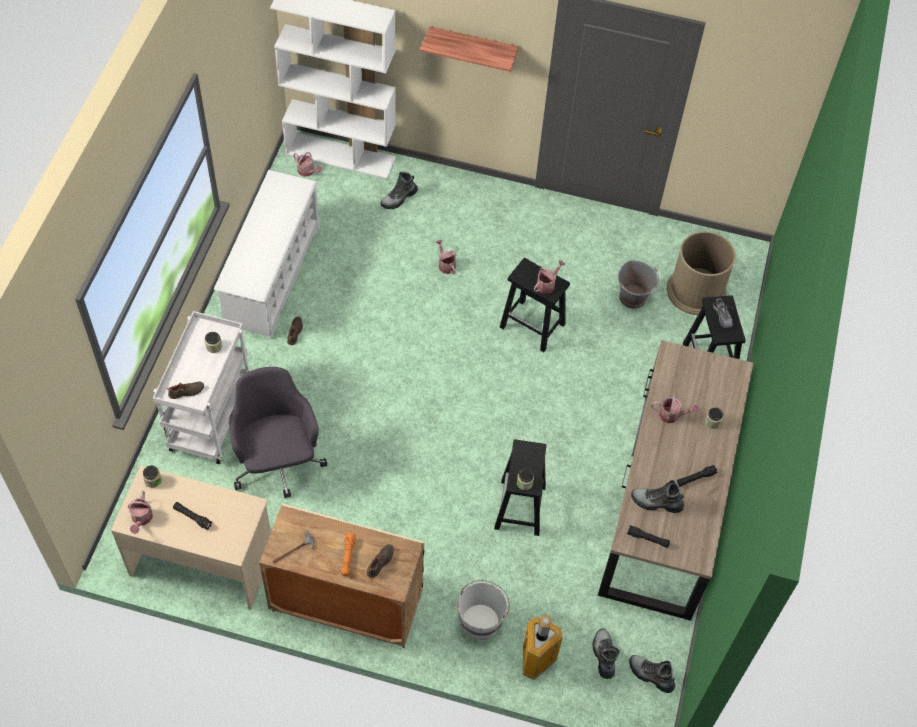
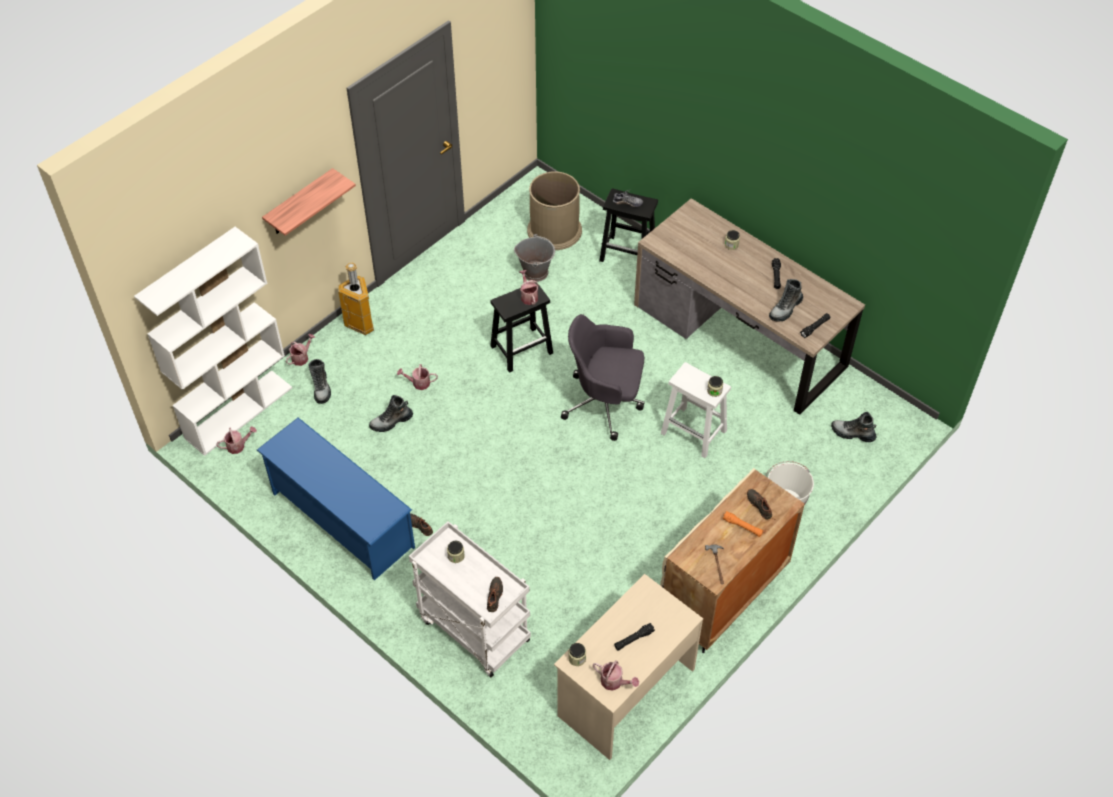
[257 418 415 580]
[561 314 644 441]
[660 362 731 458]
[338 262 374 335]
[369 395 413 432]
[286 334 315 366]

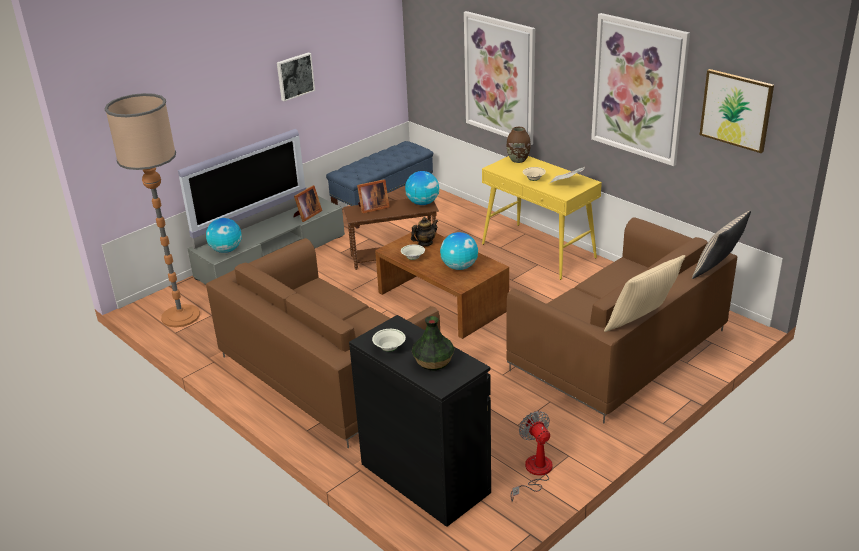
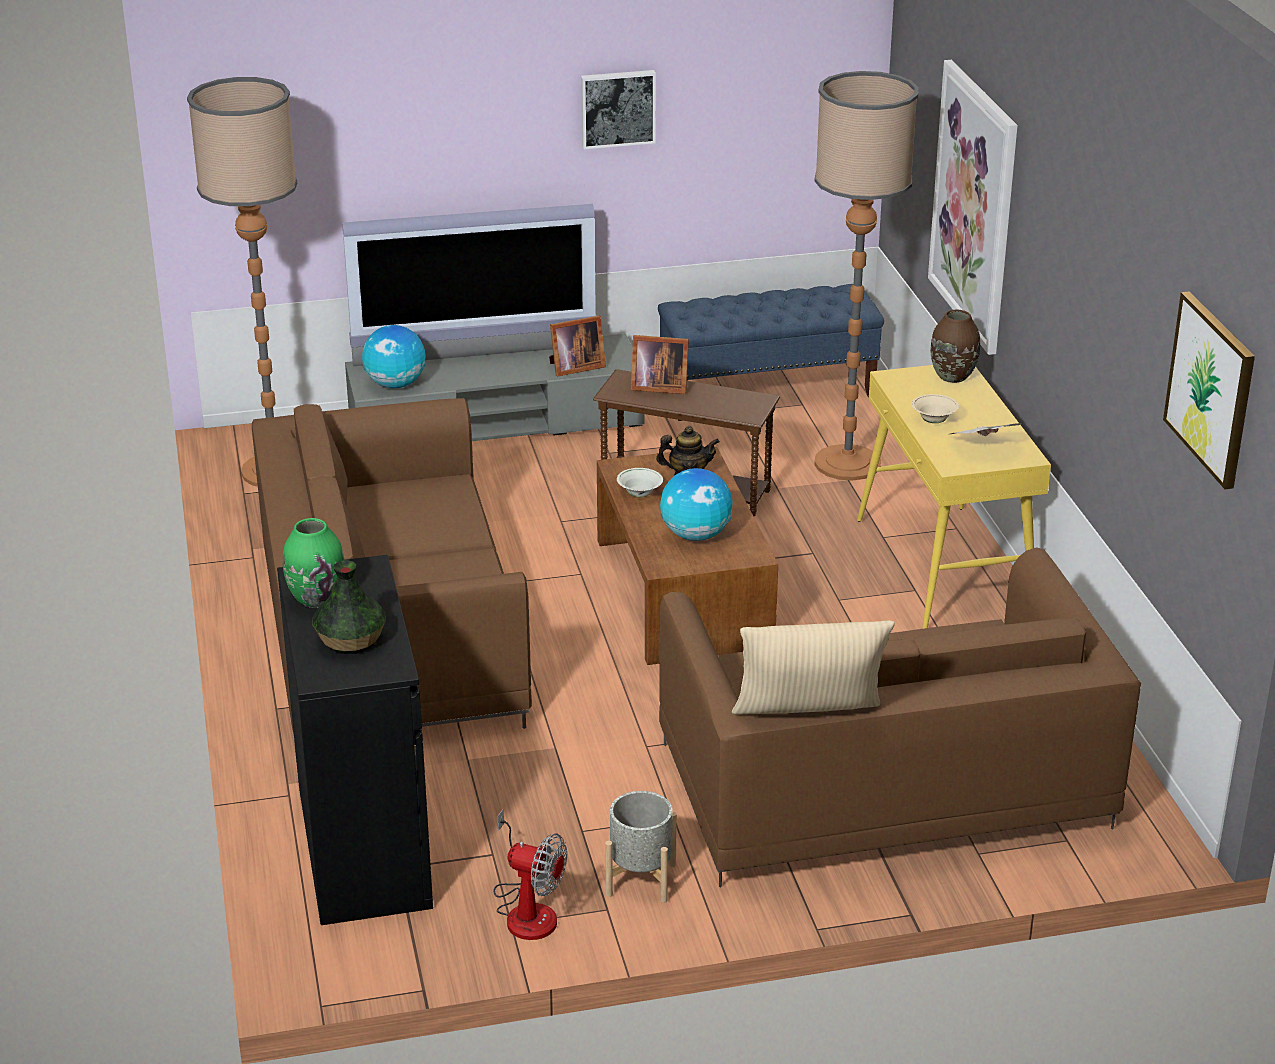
[283 518 344 608]
[405 171 439 205] (first image)
[493 809 567 940]
[591 13 690 166] (first image)
[692 211 751 279] (first image)
[605 791 677 903]
[814 71 919 481]

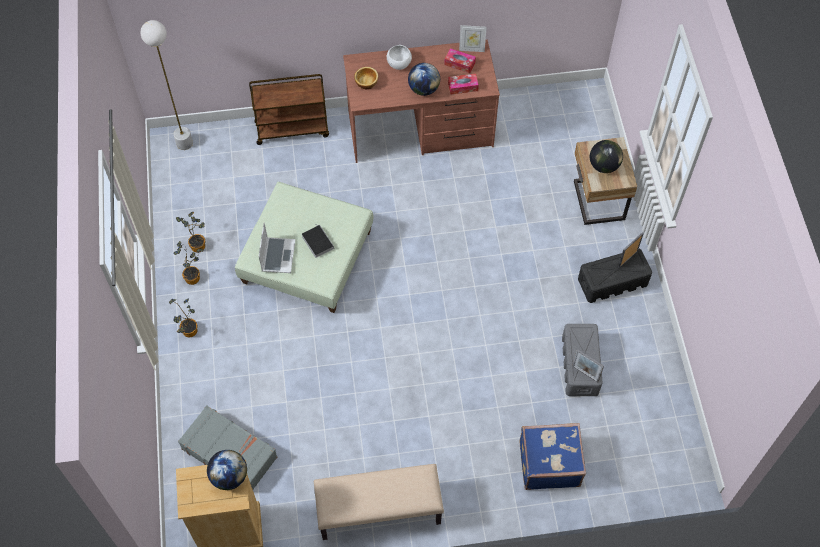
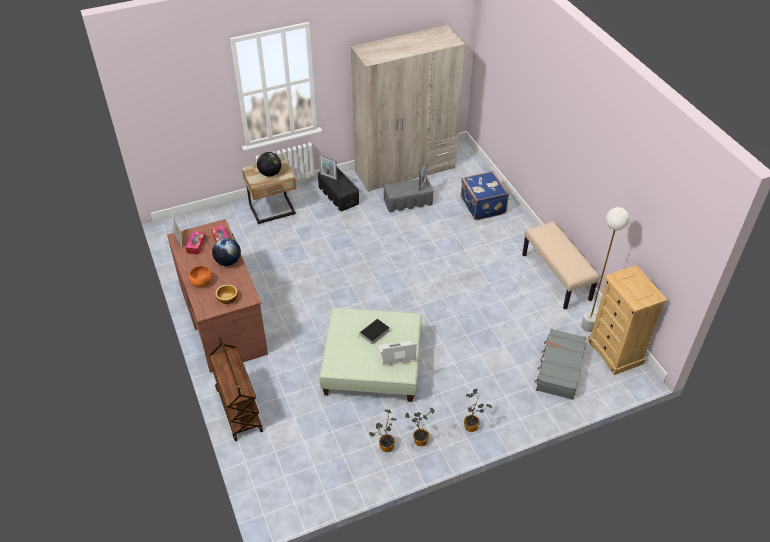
[581 207 630 332]
[207 450 247 490] (first image)
[188 266 212 287]
[351 25 465 192]

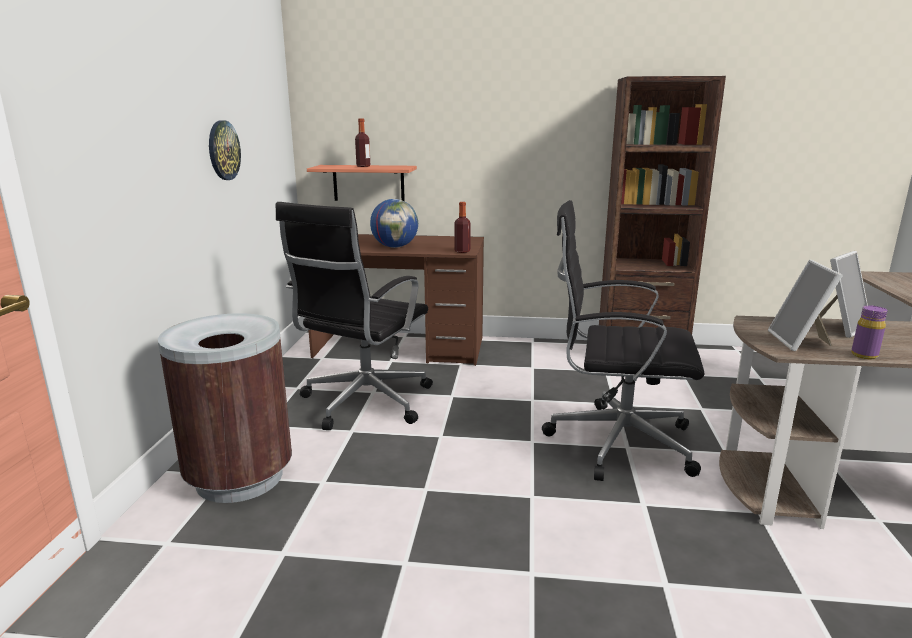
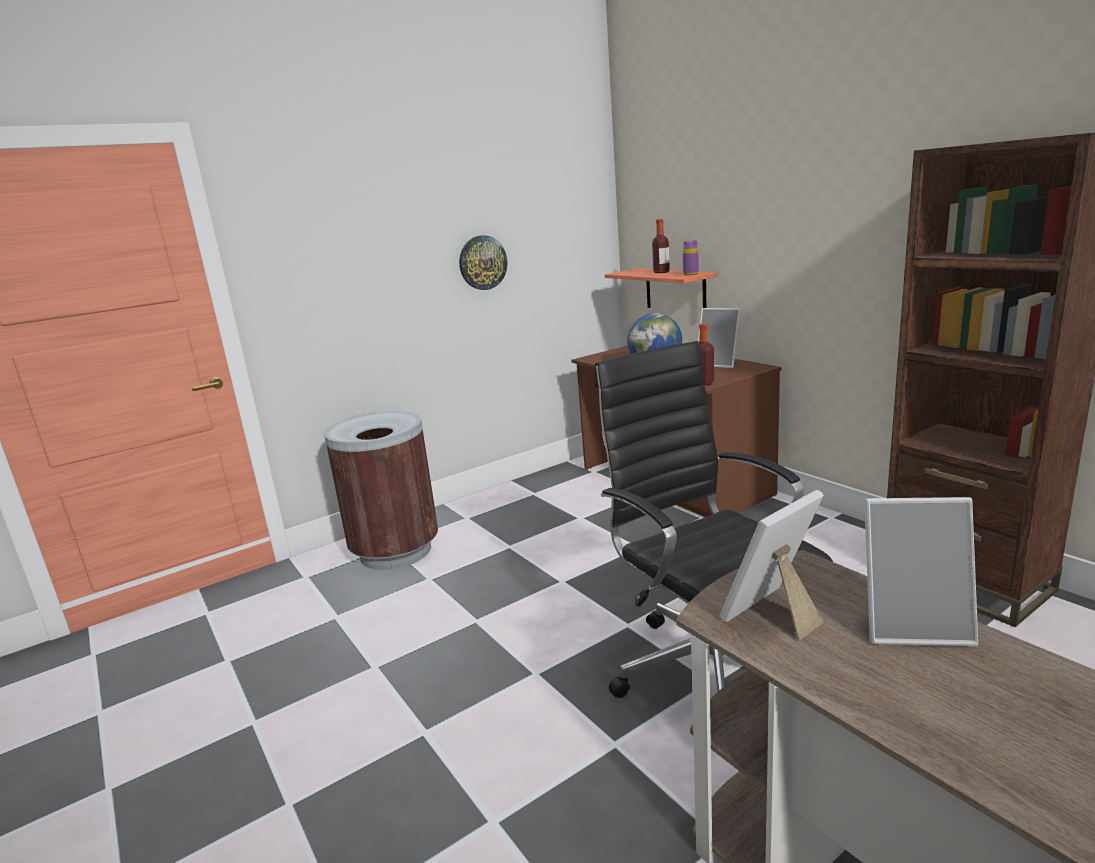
[276 202 433 430] (first image)
[683 241 699 276]
[698 308 741 368]

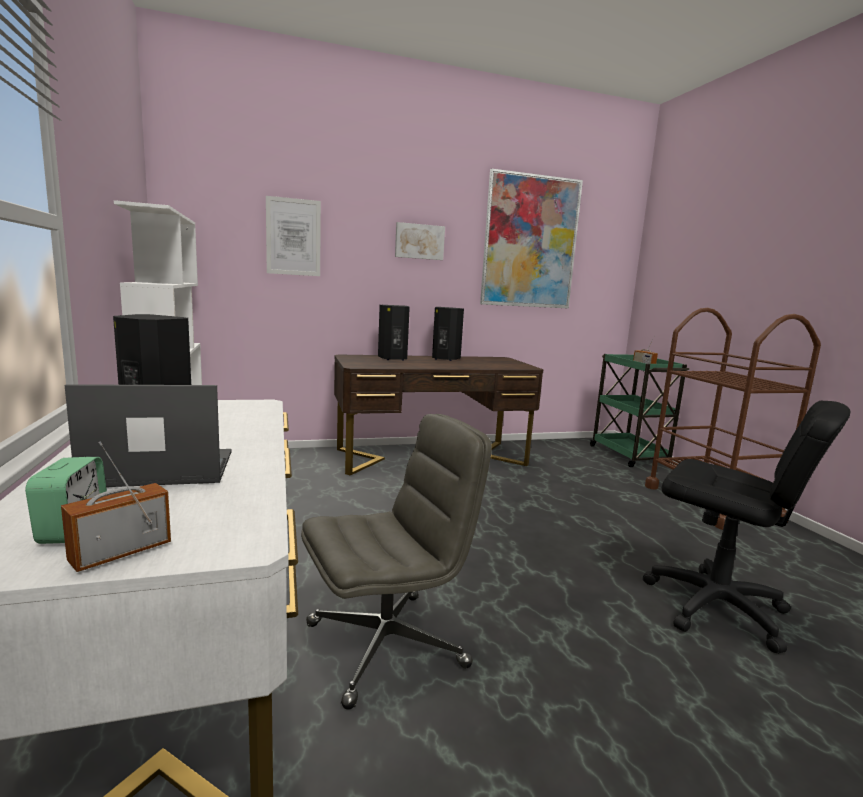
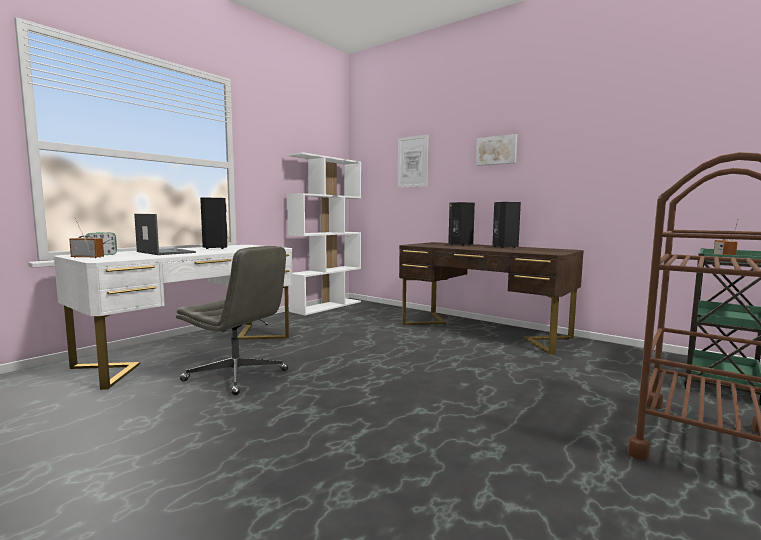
[480 168 583 309] (first image)
[643 401 851 654] (first image)

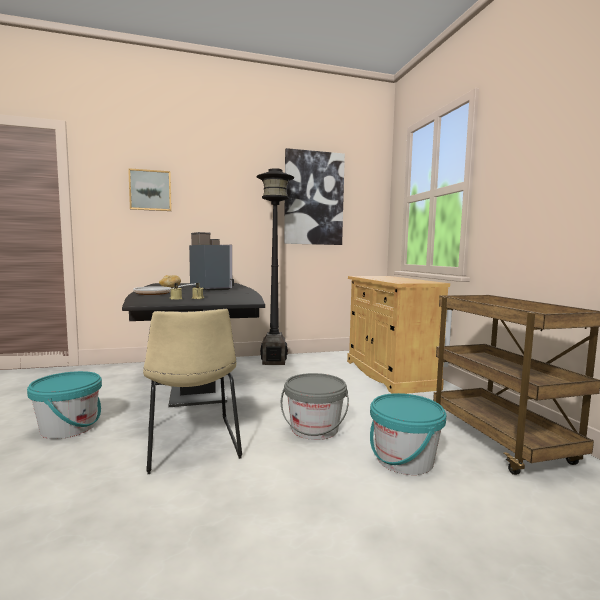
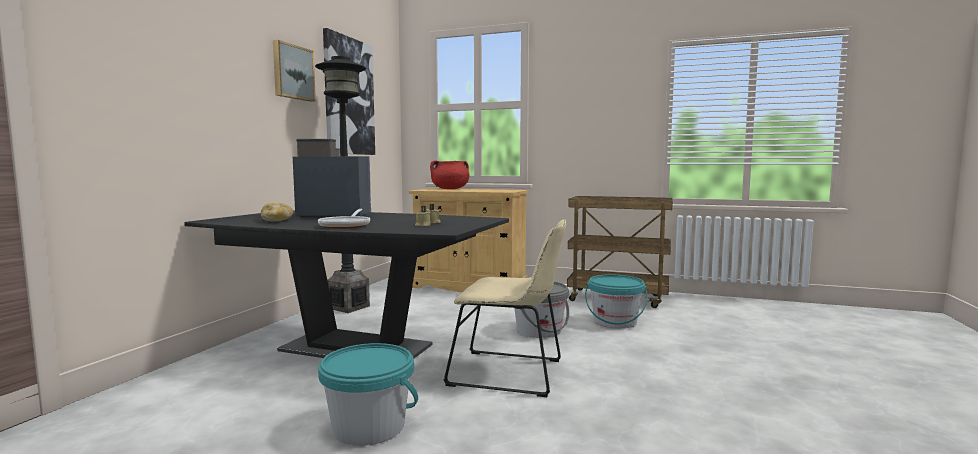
[273 40 316 102]
[430 161 469 189]

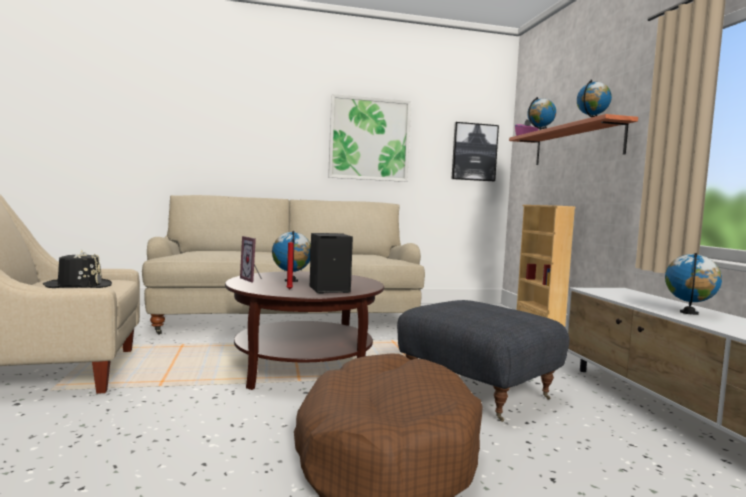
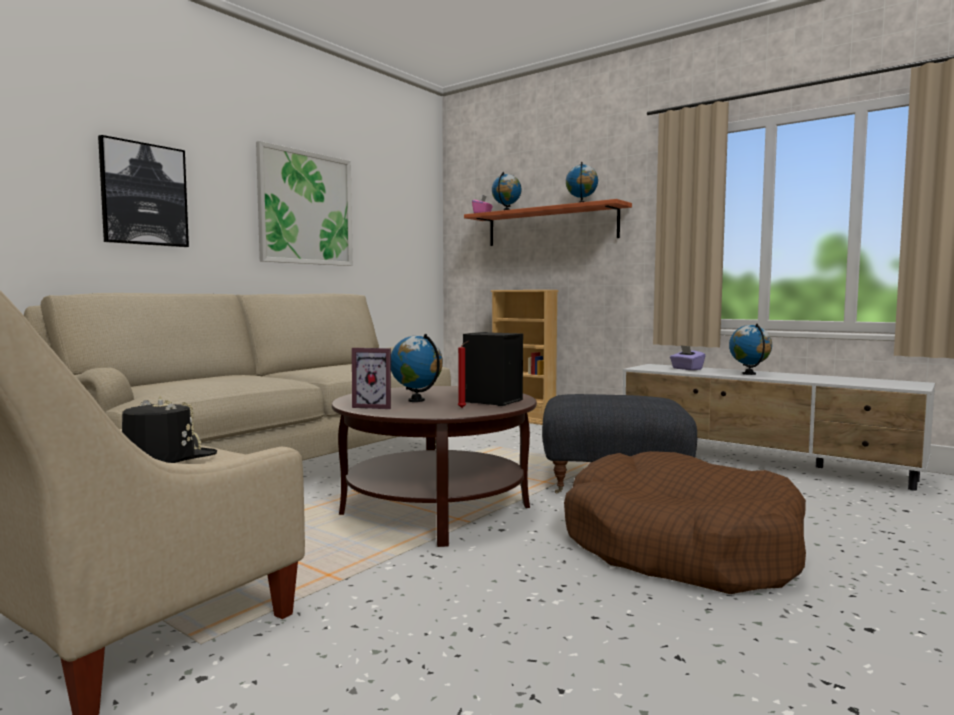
[98 135 189 247]
[670 345 706 370]

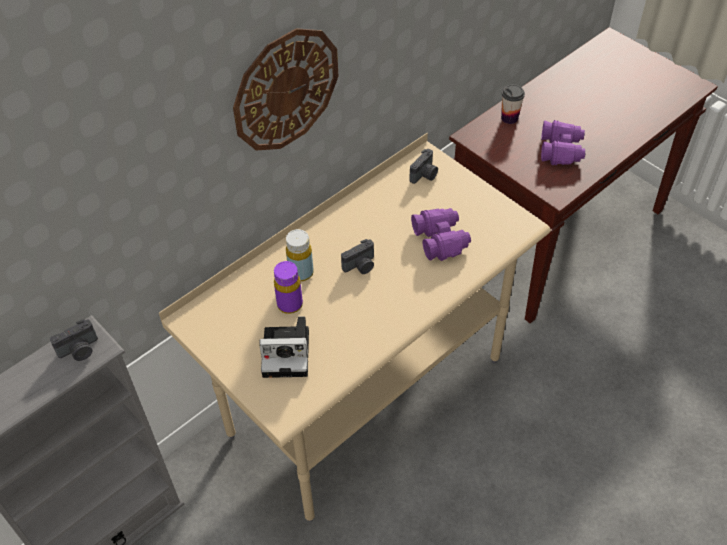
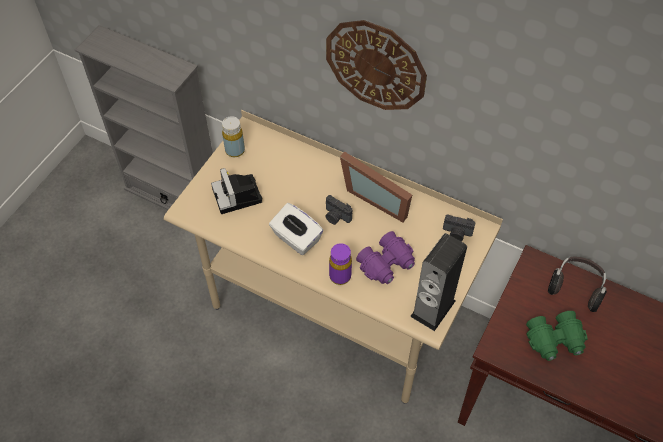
[50 319 98 361] (first image)
[329 243 352 285]
[222 116 245 157]
[548 257 607 312]
[526 311 588 361]
[269 203 323 255]
[340 151 412 222]
[410 233 467 331]

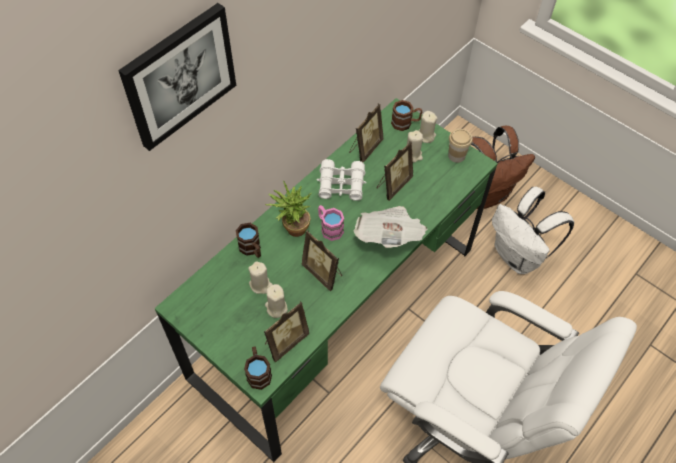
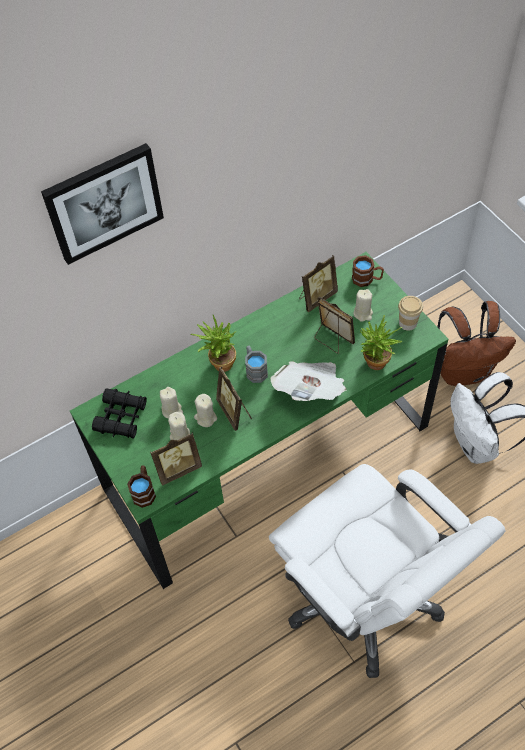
[236 223 261 258] (first image)
[317 159 367 201] (first image)
[245 346 268 383]
[314 296 355 354]
[194 394 217 427]
[92 388 147 439]
[360 315 403 370]

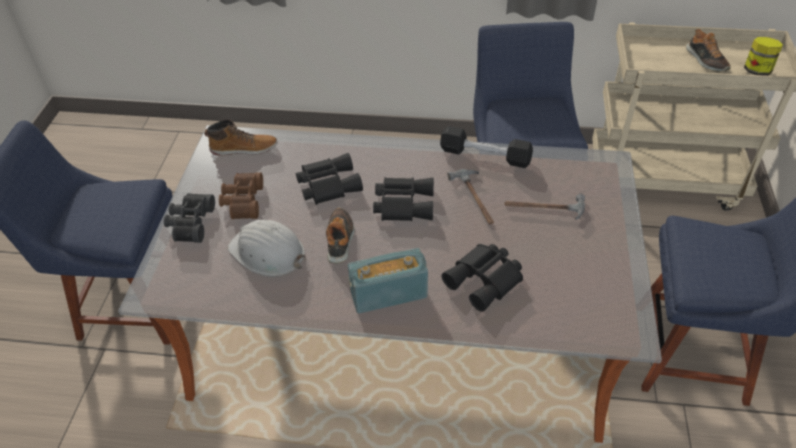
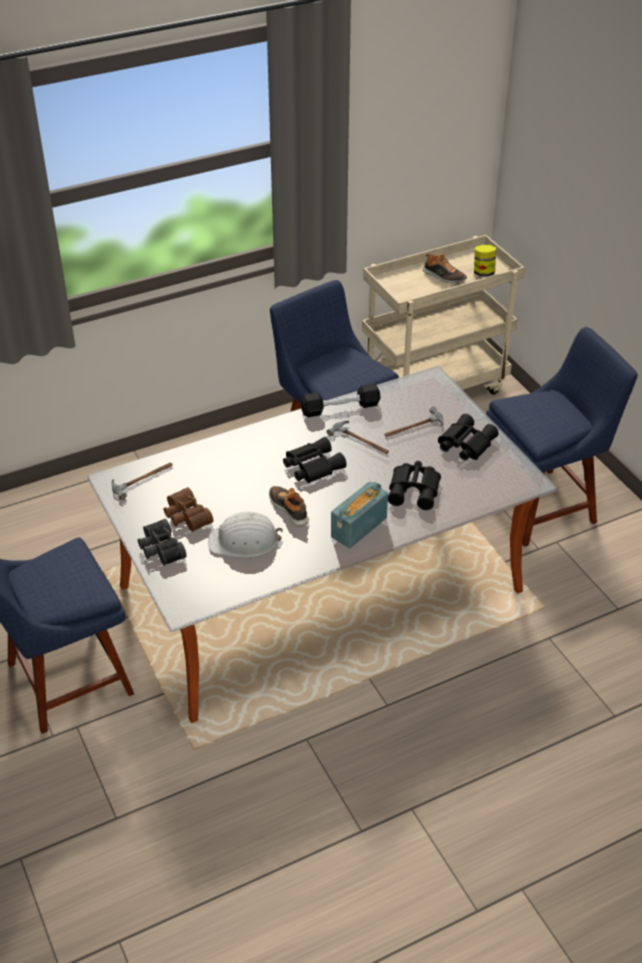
[112 462 173 500]
[438 414 499 460]

